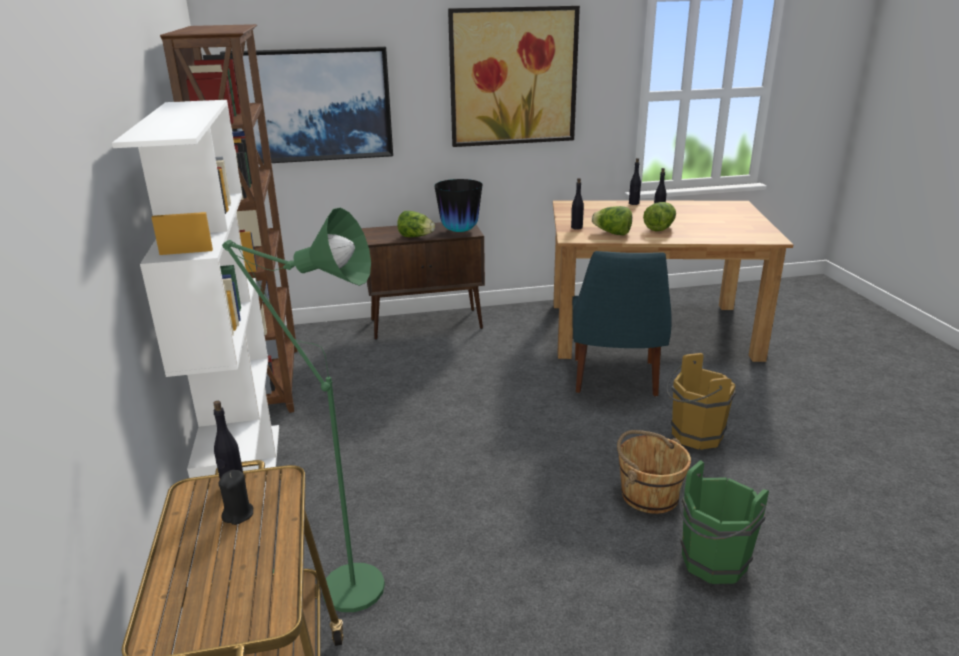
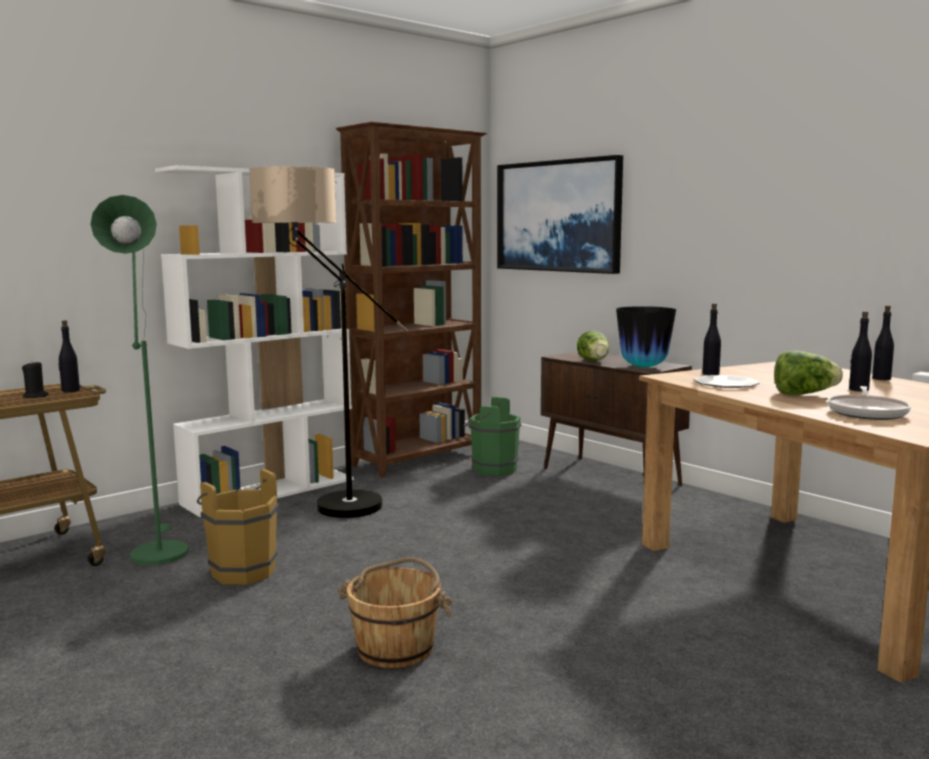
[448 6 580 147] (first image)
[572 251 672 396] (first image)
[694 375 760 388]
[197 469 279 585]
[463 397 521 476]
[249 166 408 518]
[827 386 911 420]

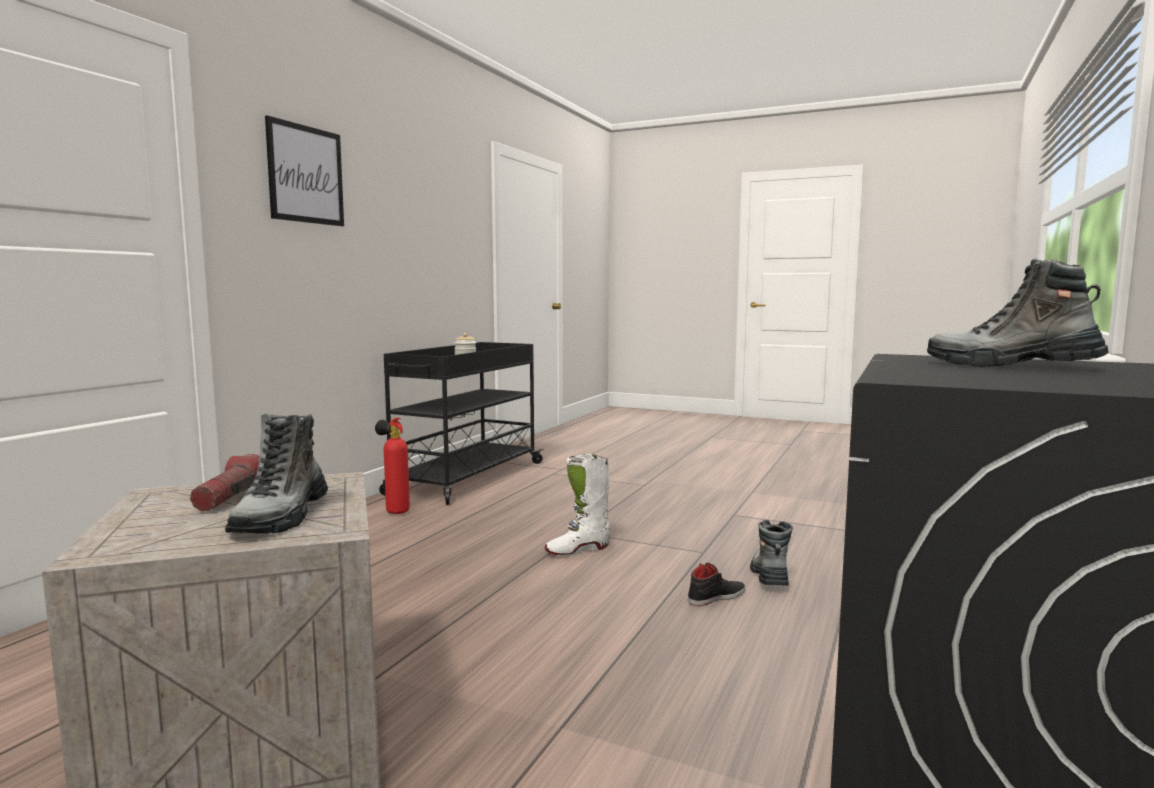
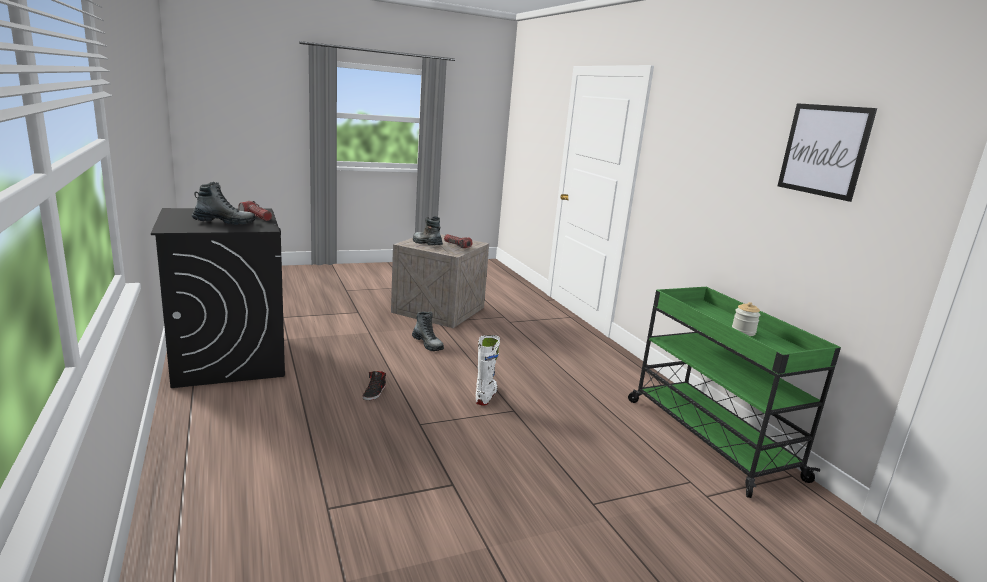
[778 103 877 202]
[375 418 410 514] (first image)
[628 287 841 498]
[412 312 444 351]
[238 201 272 221]

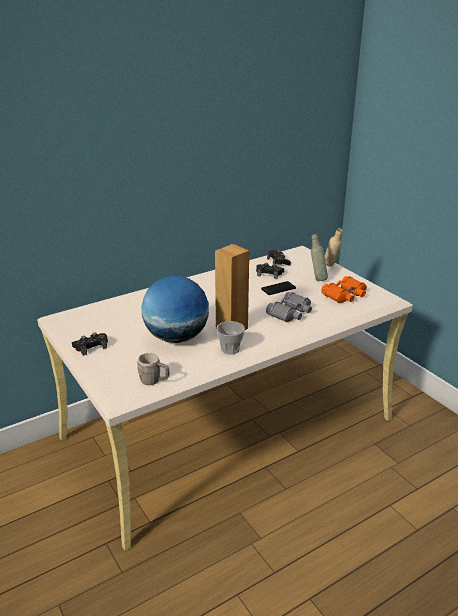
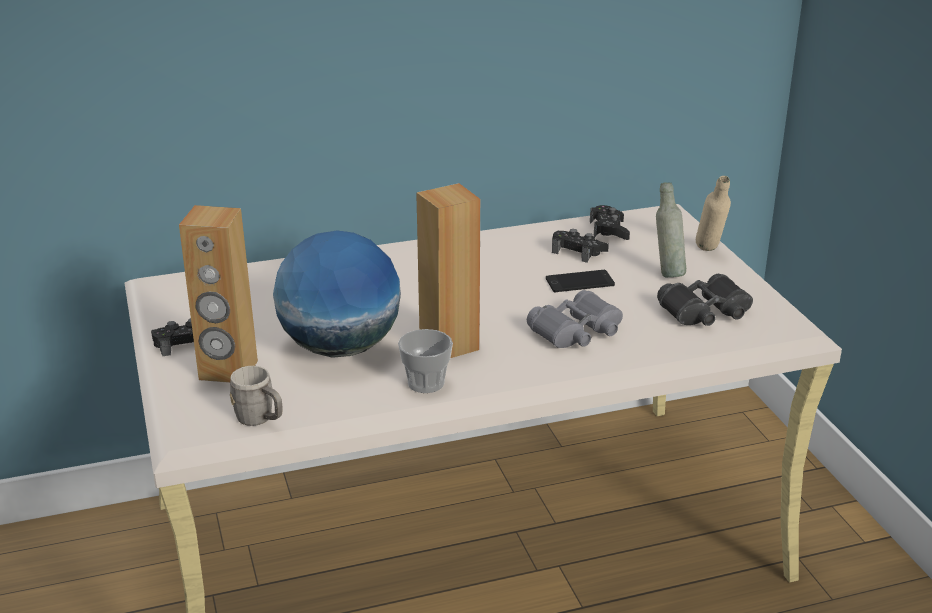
[657 274 753 326]
[179 205 258 383]

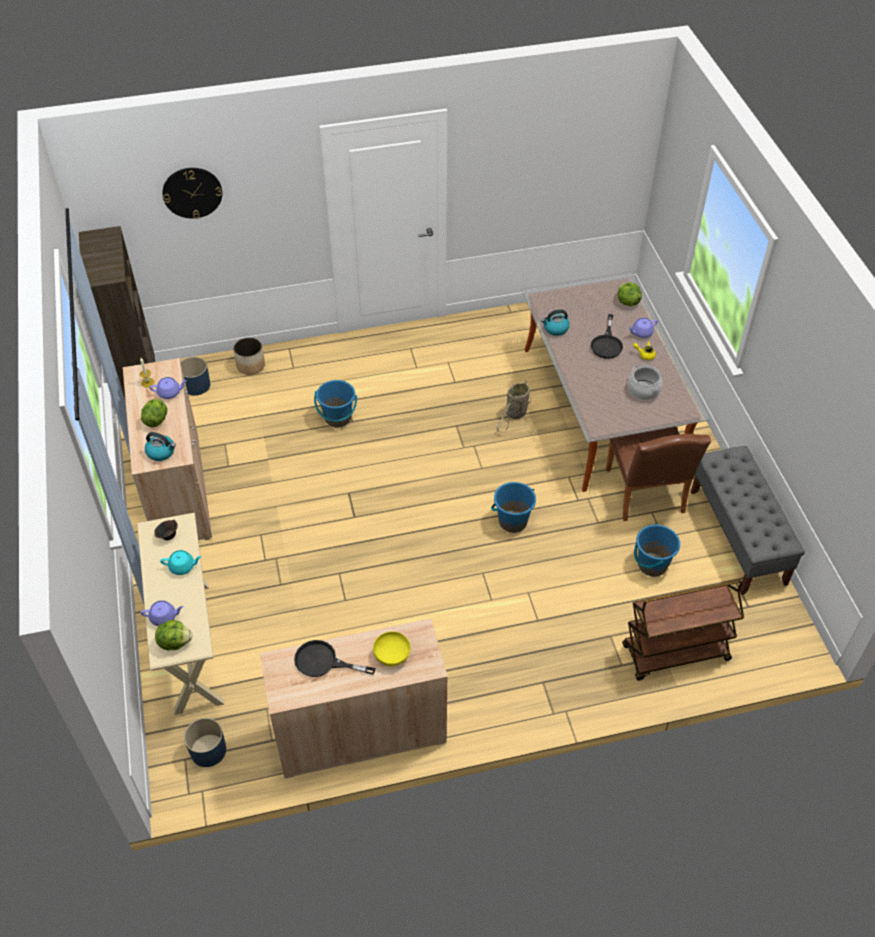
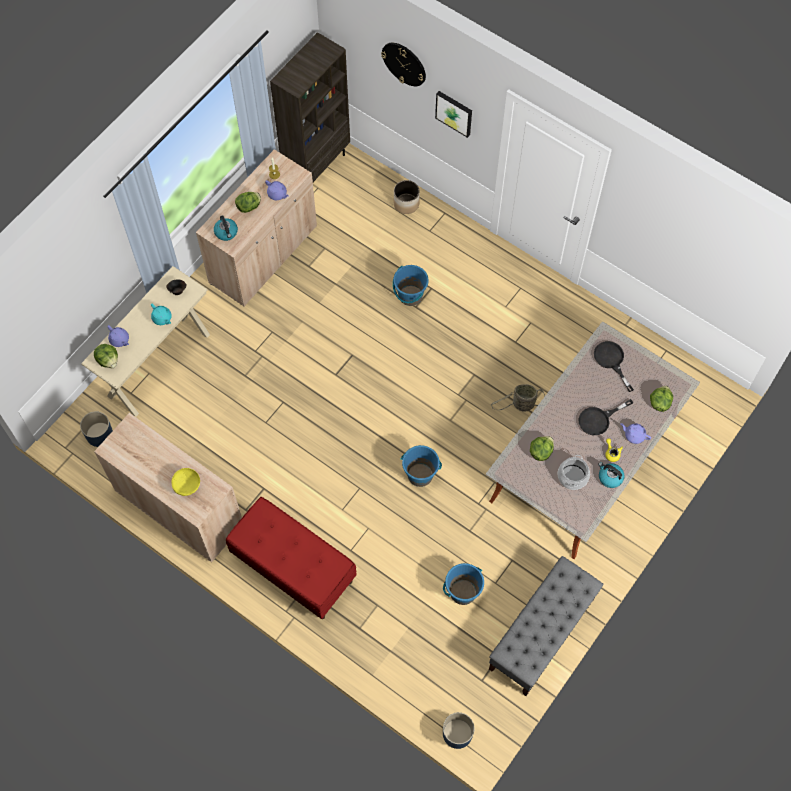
[443 712 475 749]
[594 341 634 392]
[598 462 625 488]
[606 427 711 521] (first image)
[622 580 744 681] (first image)
[226 497 356 619]
[435 91 472 138]
[530 436 554 461]

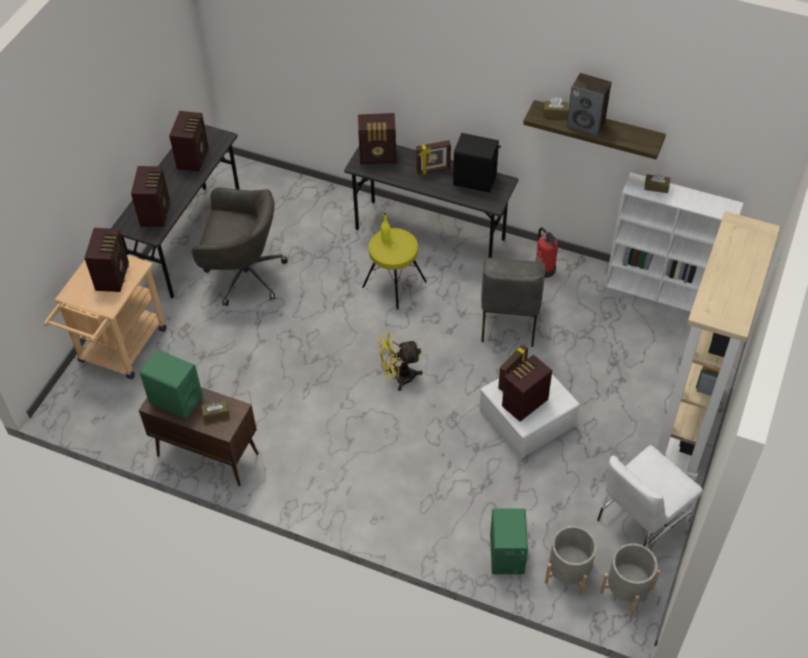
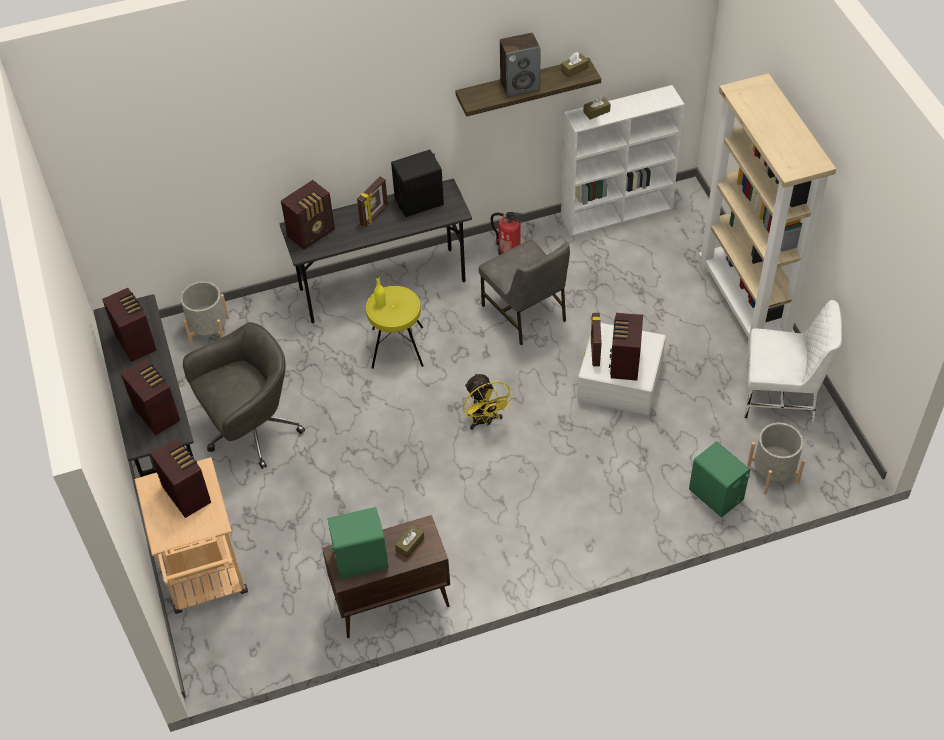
[463 373 514 430]
[561 52 589 78]
[744 300 842 423]
[180 281 229 345]

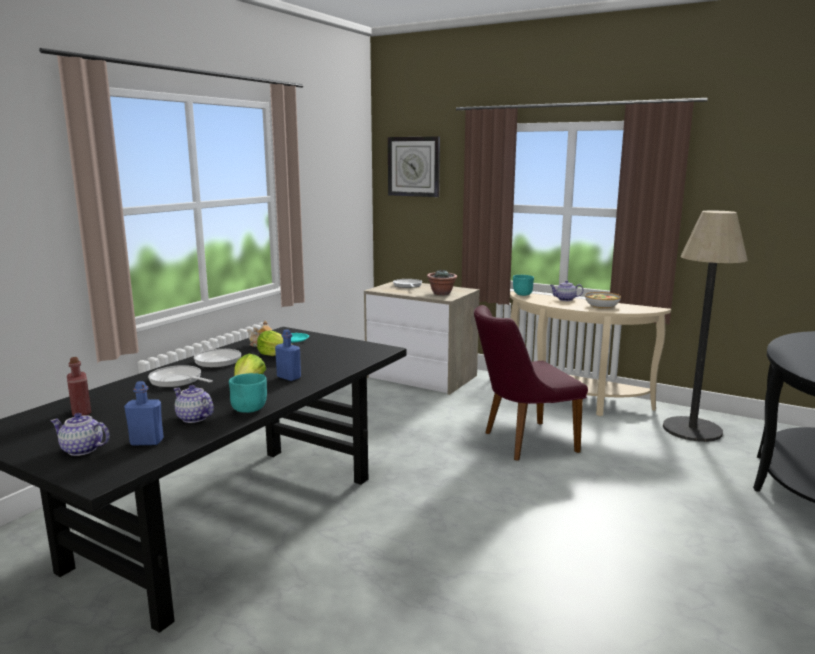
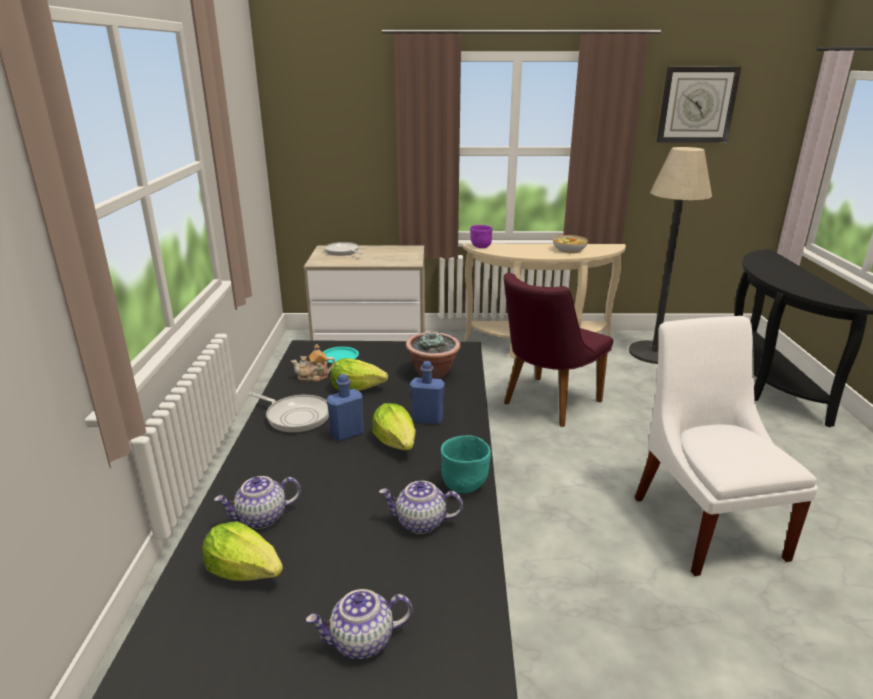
[202 521 283 581]
[327 374 364 441]
[148 365 213 387] (first image)
[657 67 741 142]
[406 331 460 379]
[470 225 492 248]
[214 476 301 529]
[635 316 818 576]

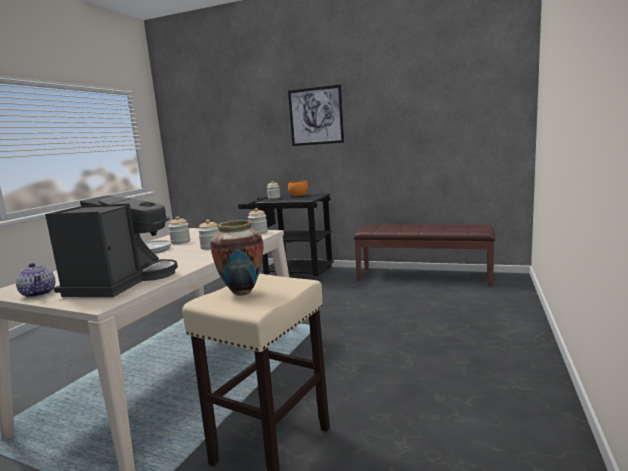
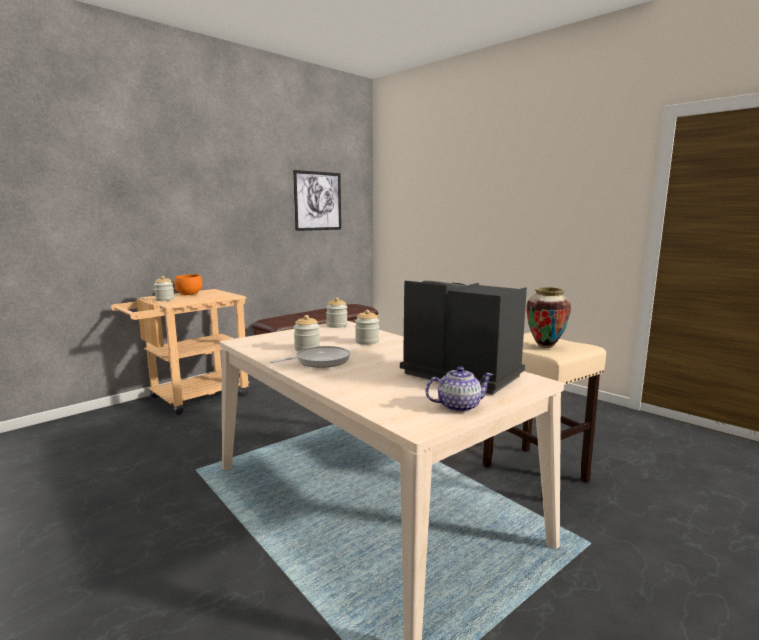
[111 289 250 415]
[293 170 341 231]

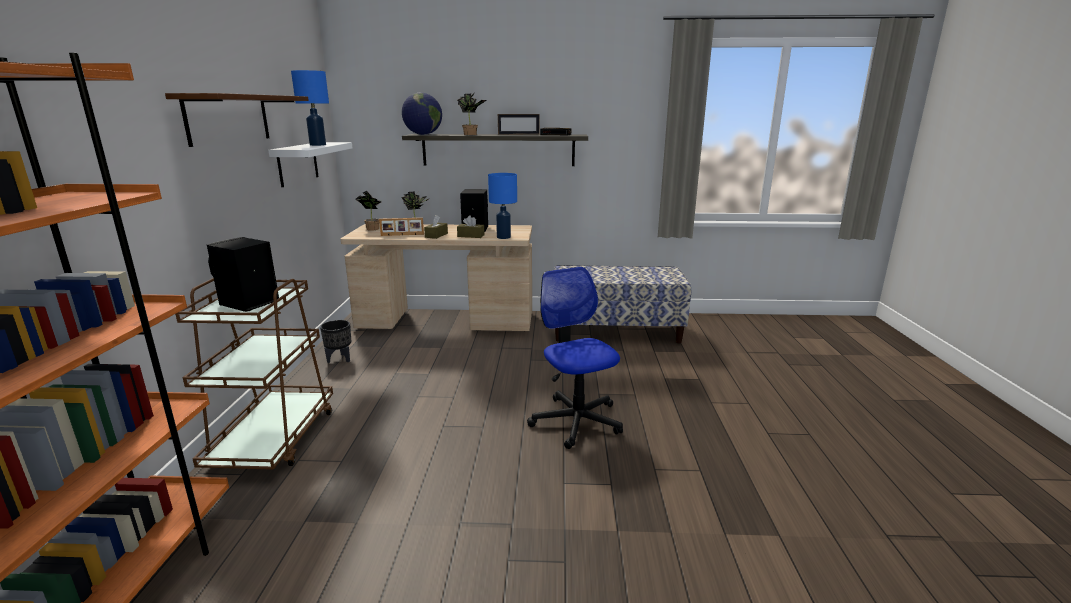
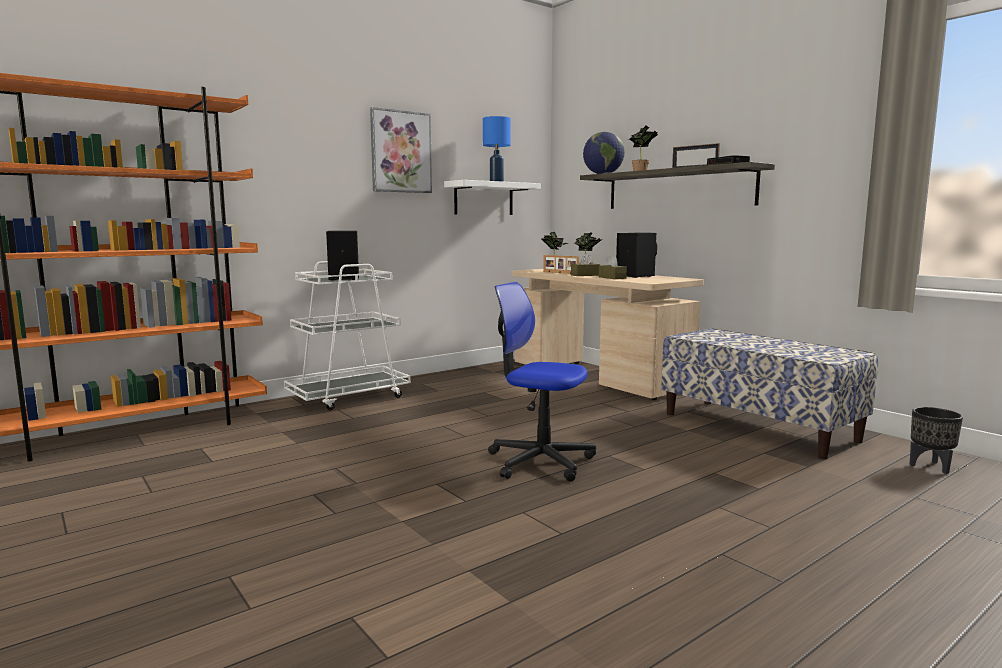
[370 107 432 193]
[284 261 411 411]
[910 407 963 474]
[488 173 517 239] (first image)
[488 282 596 482]

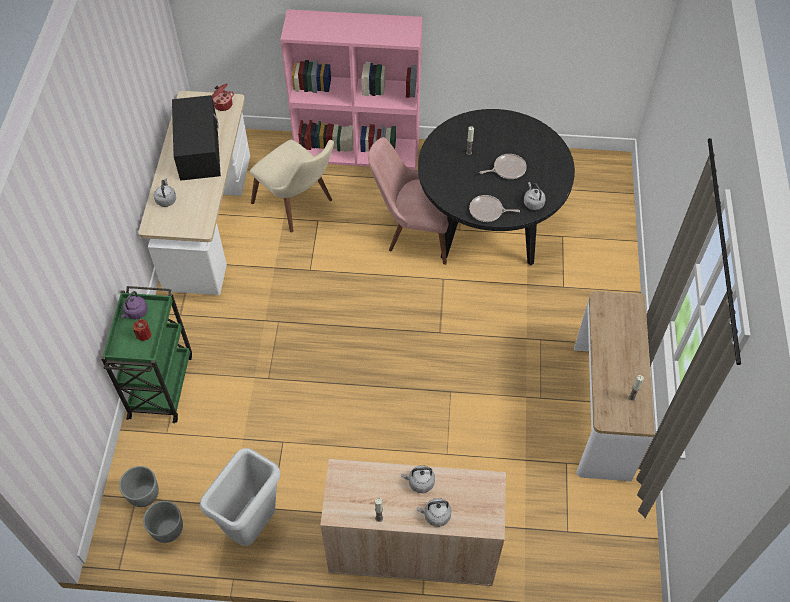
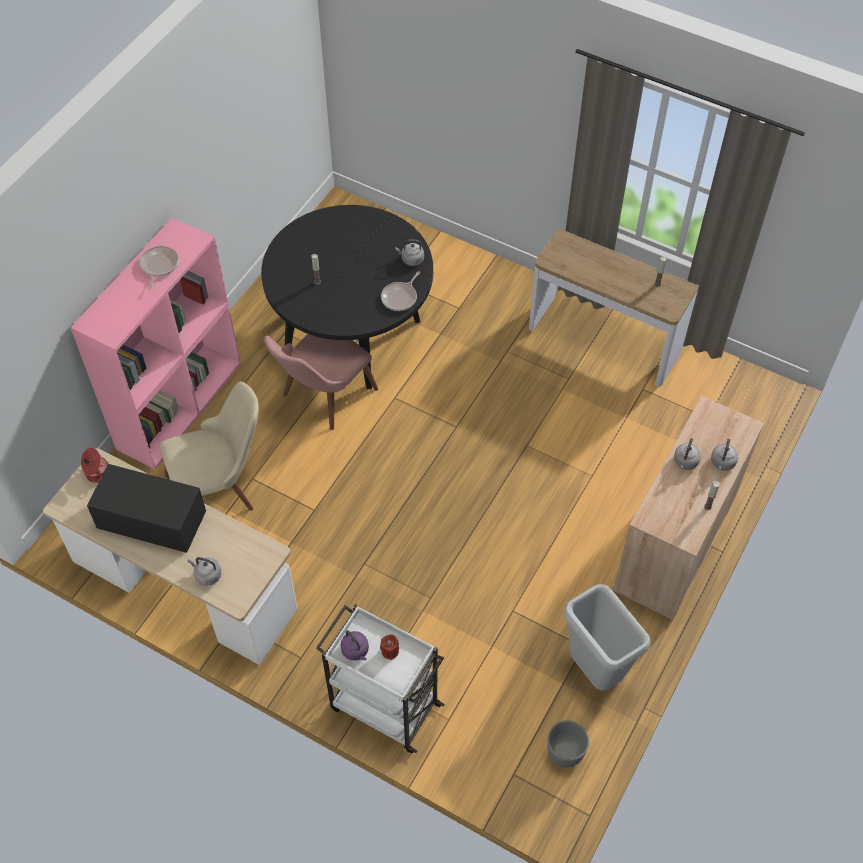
[316 604 445 753]
[119 466 159 507] (first image)
[140 246 179 290]

